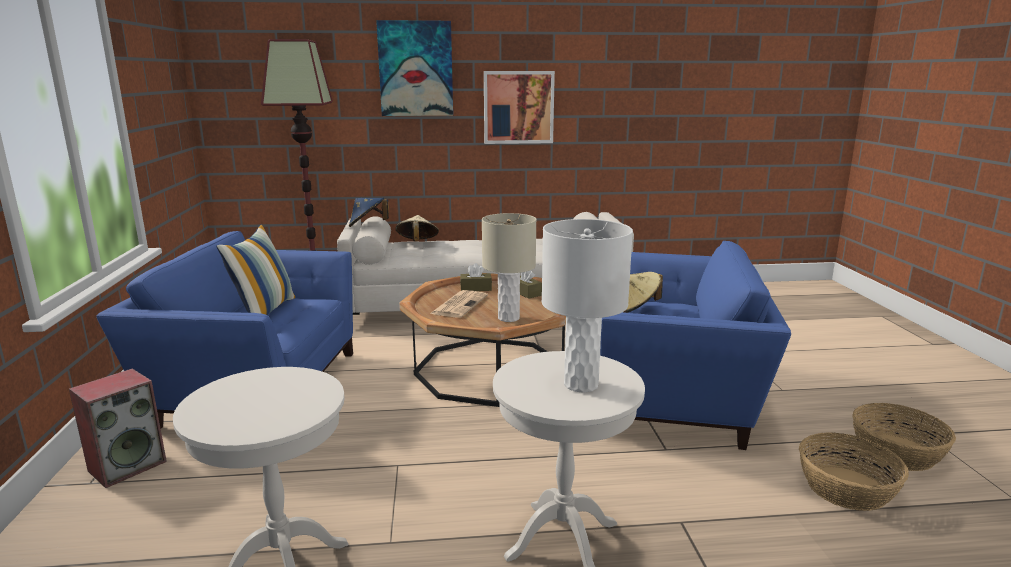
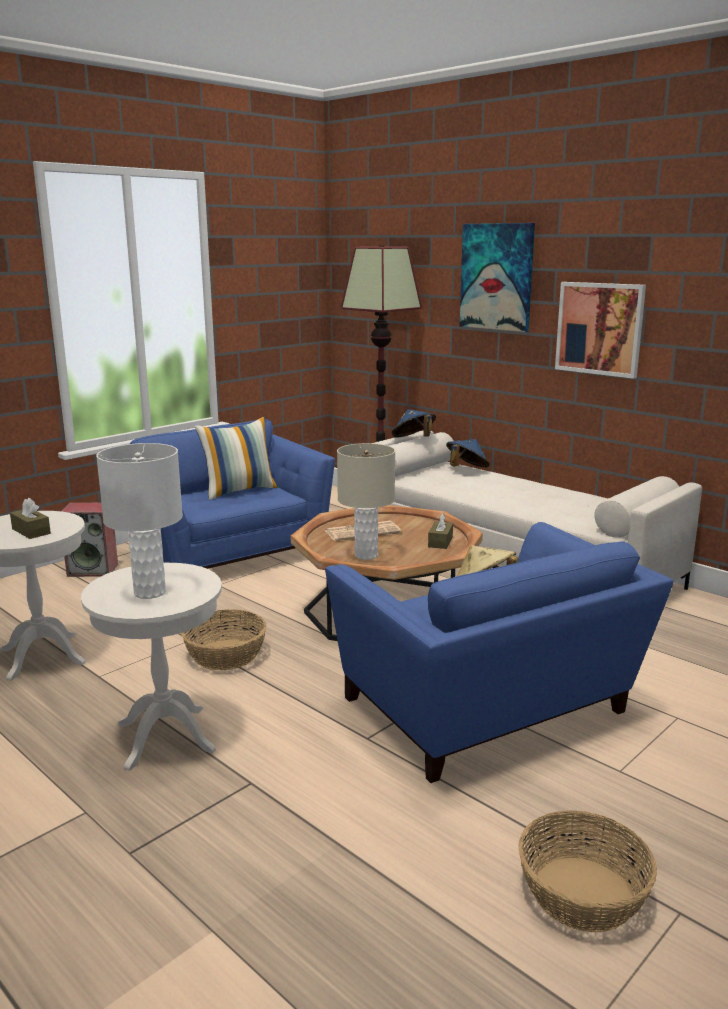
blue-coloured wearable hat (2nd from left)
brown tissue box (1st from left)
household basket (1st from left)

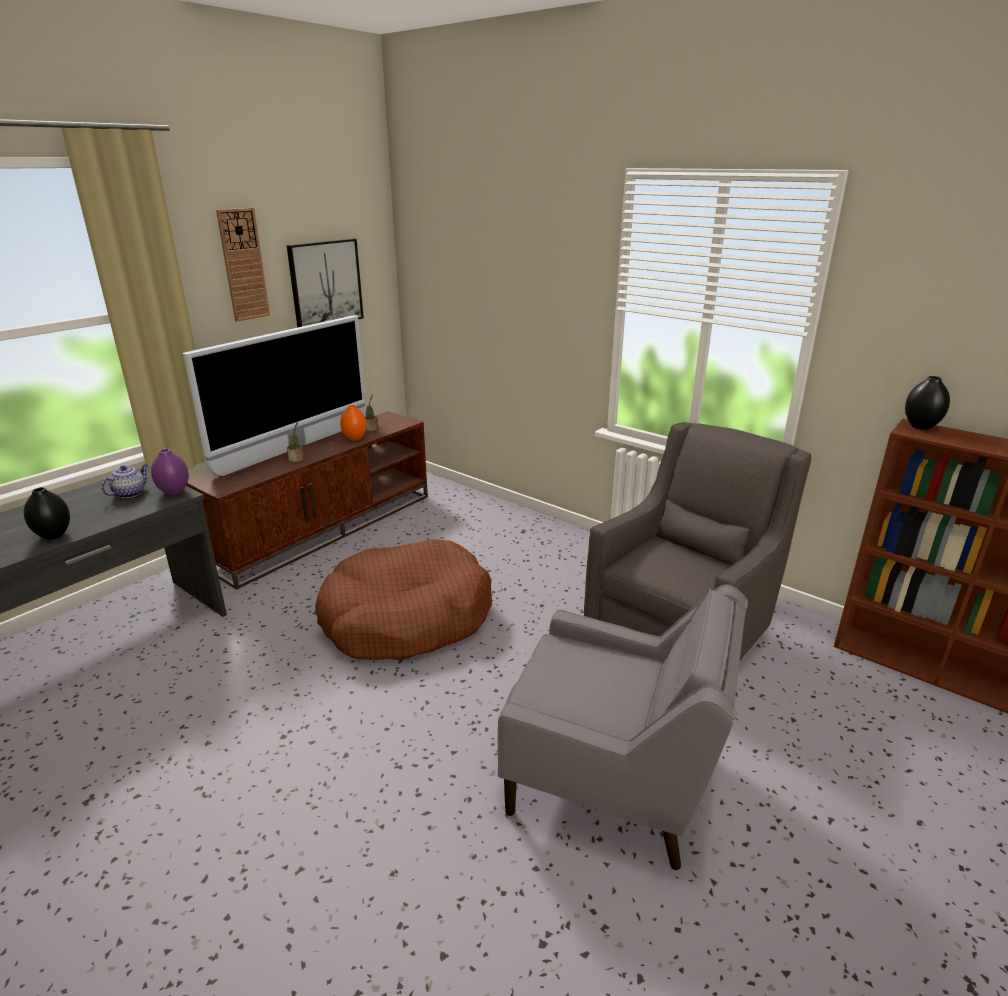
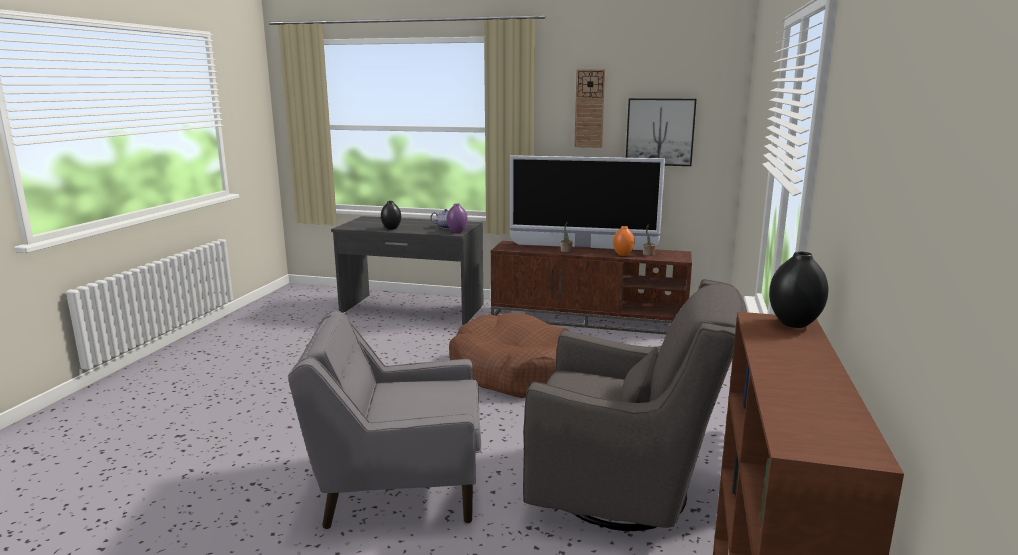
grey armchair (1st from left)

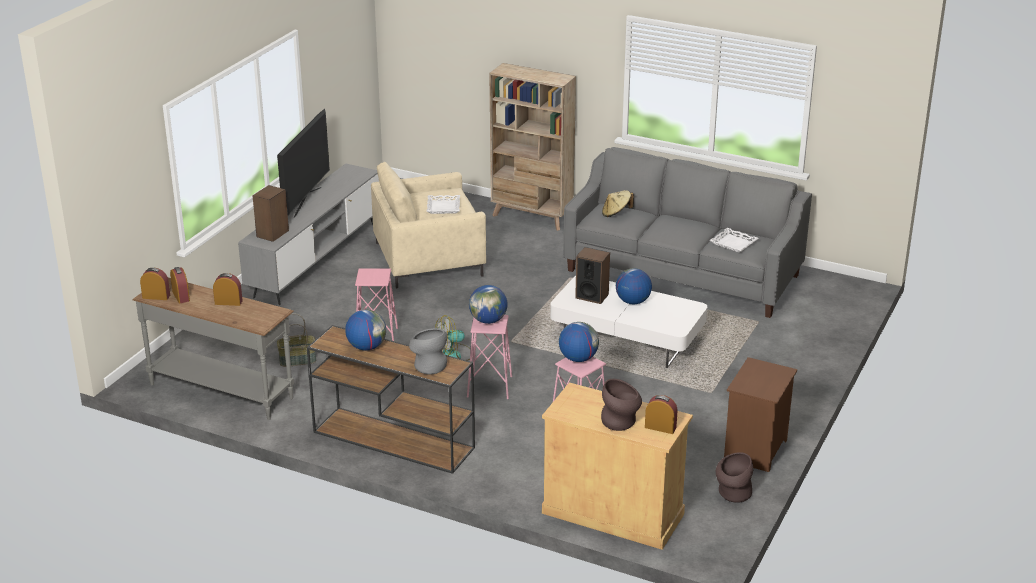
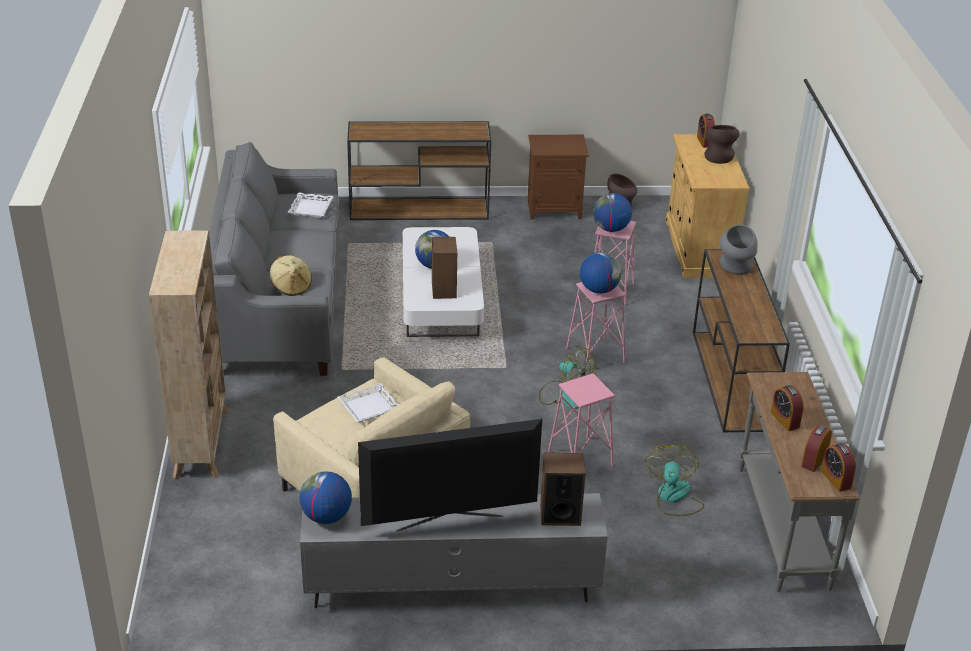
world globe (1st from left)
fan (2nd from left)
brown narrow table (1st from left)

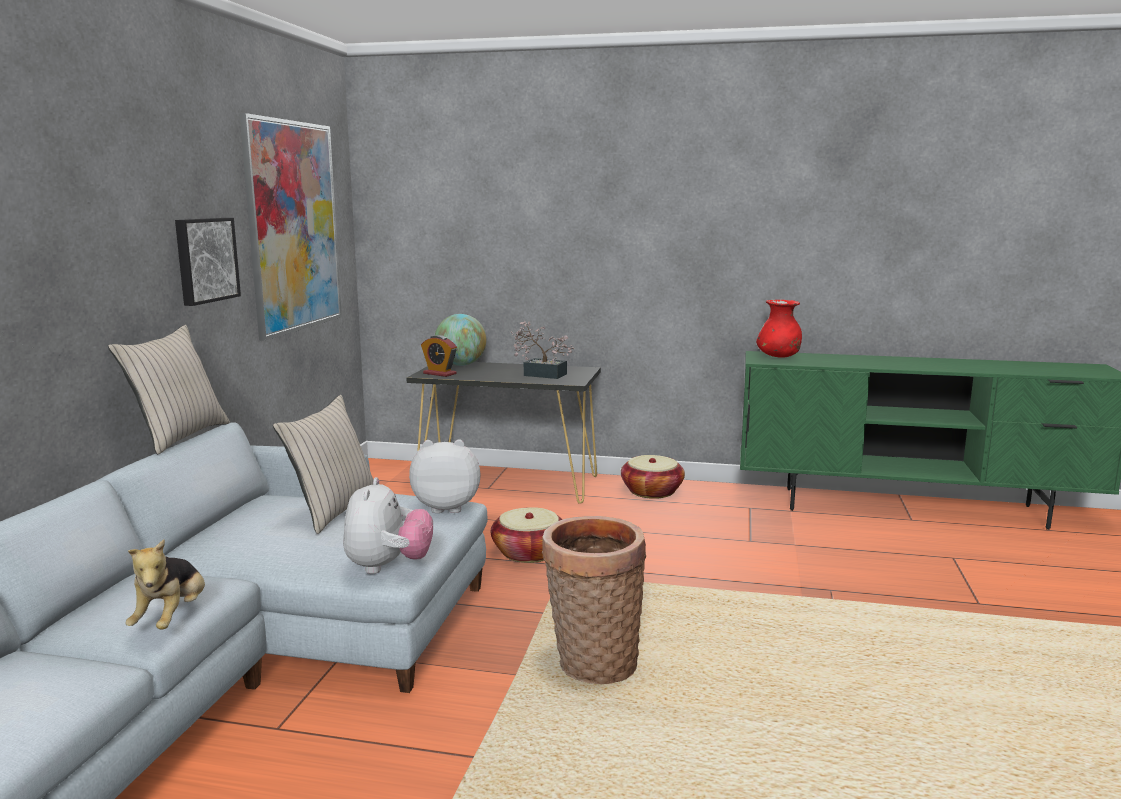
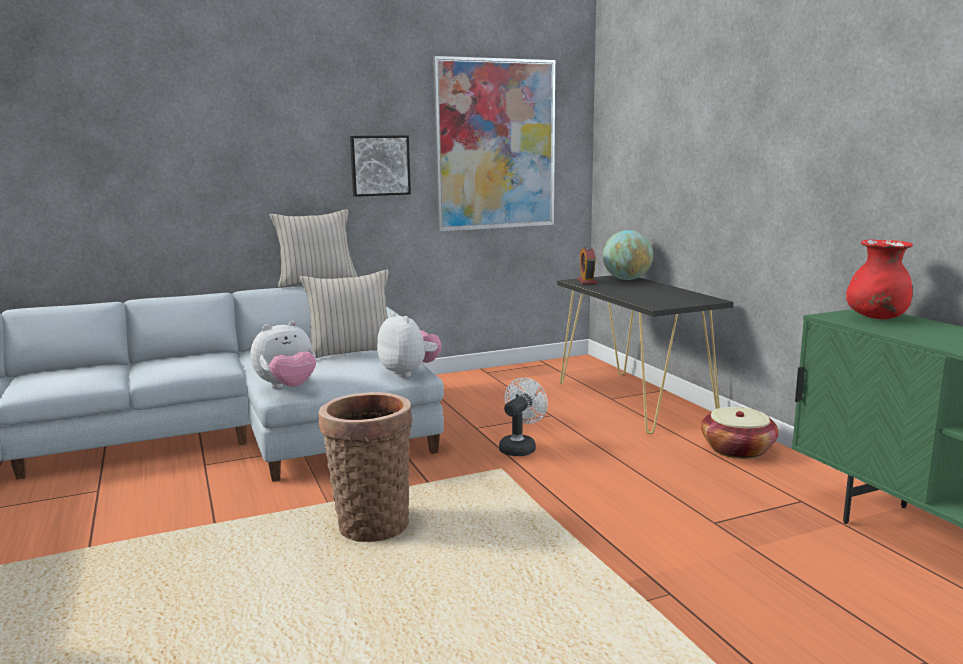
potted plant
white fan
soft toy (1st from left in the first image)

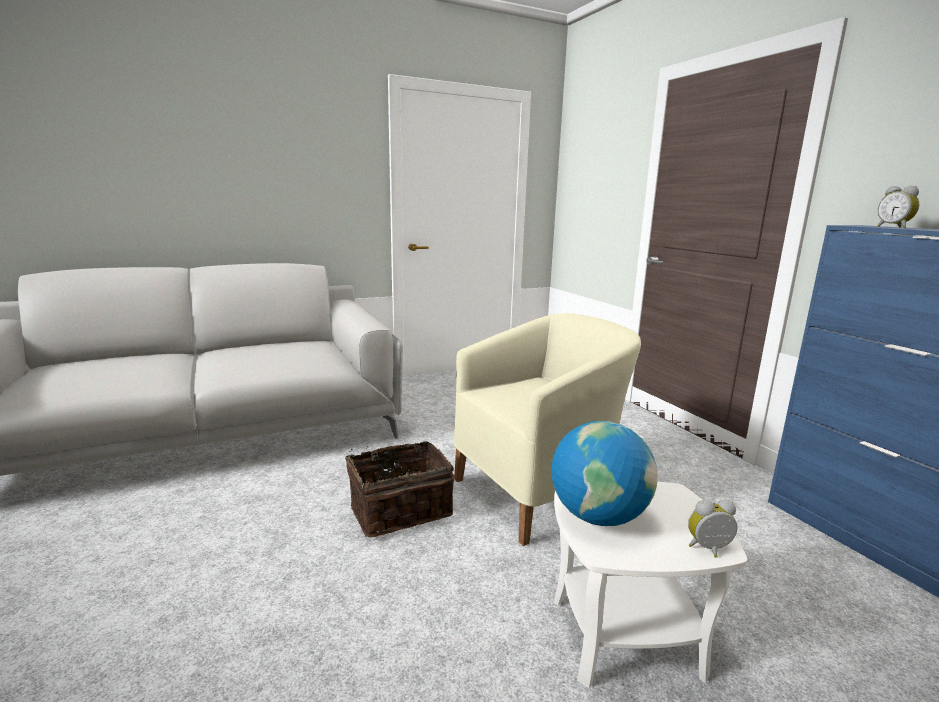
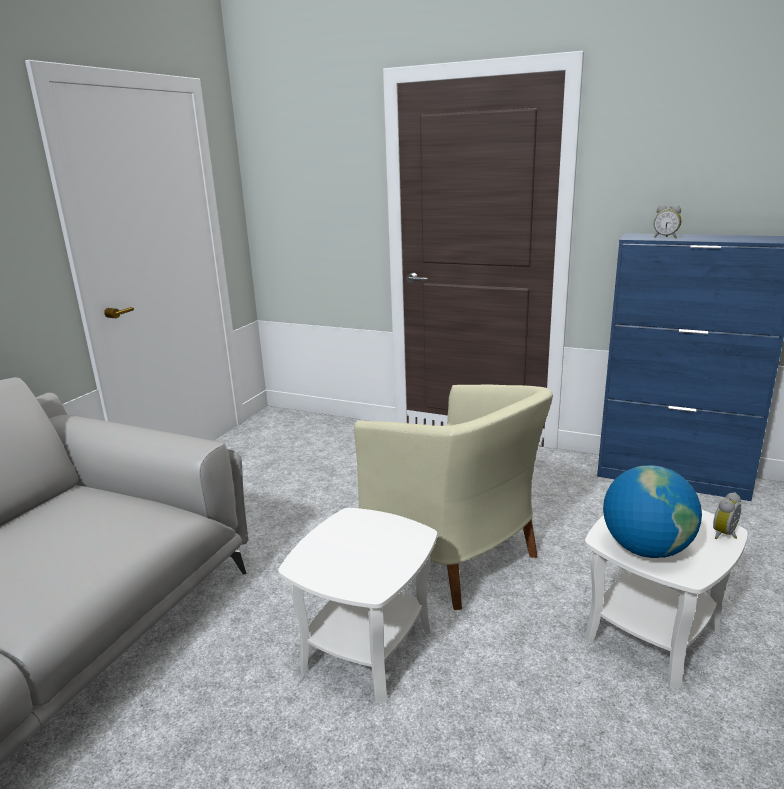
beige-coloured armchair
white accent table (1st from left)

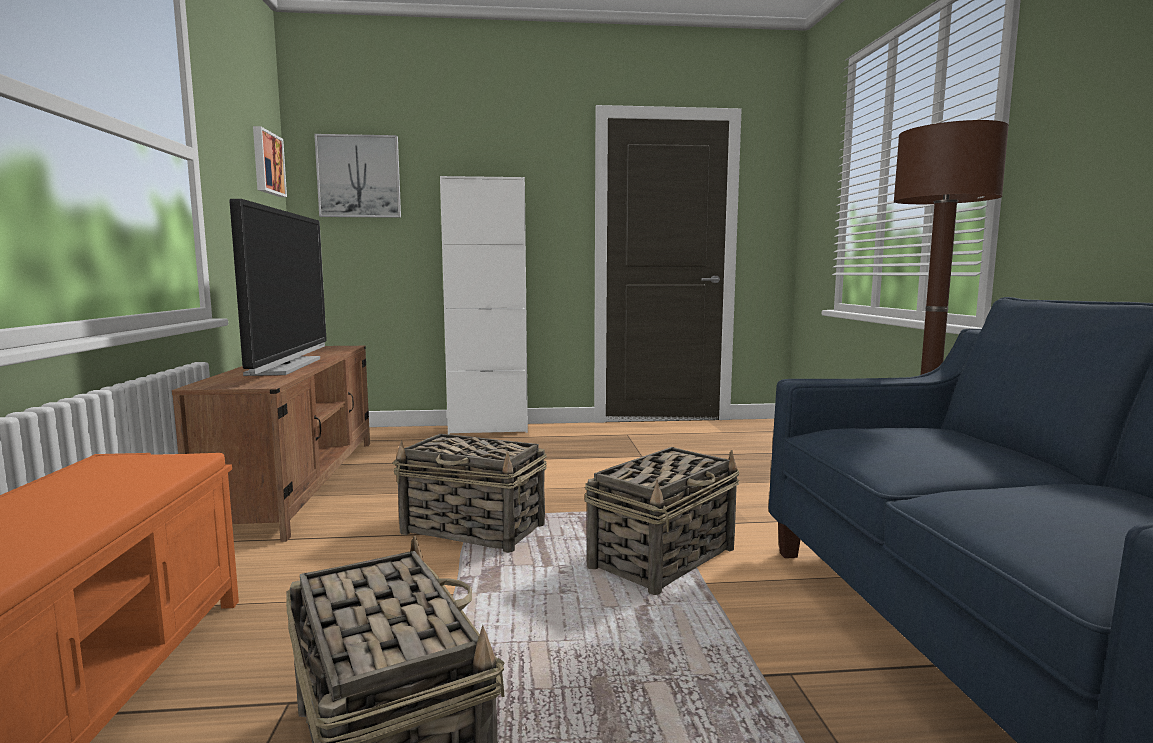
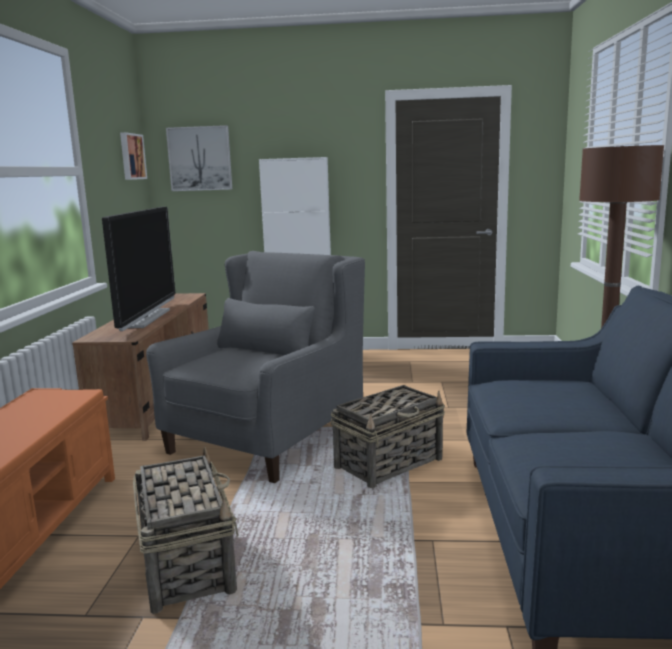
grey armchair

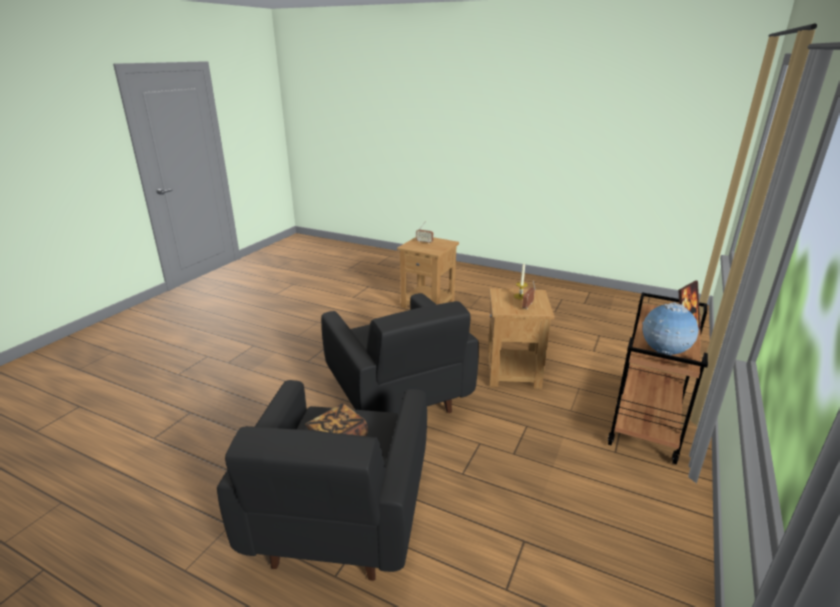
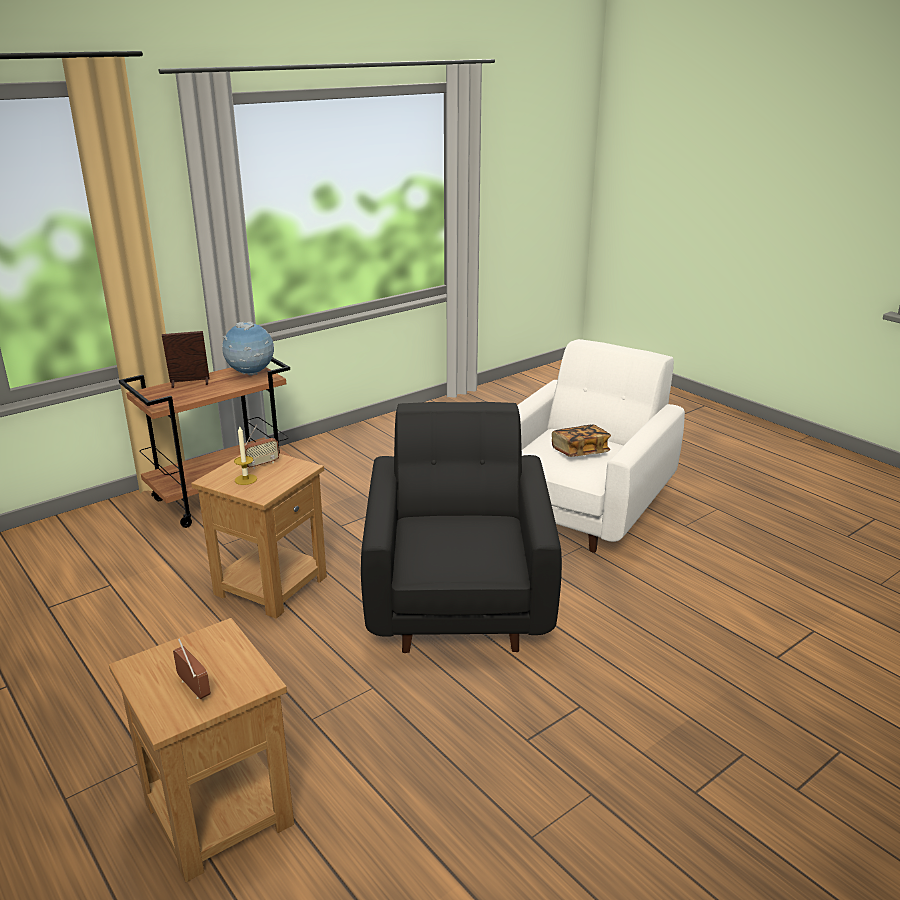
white armchair

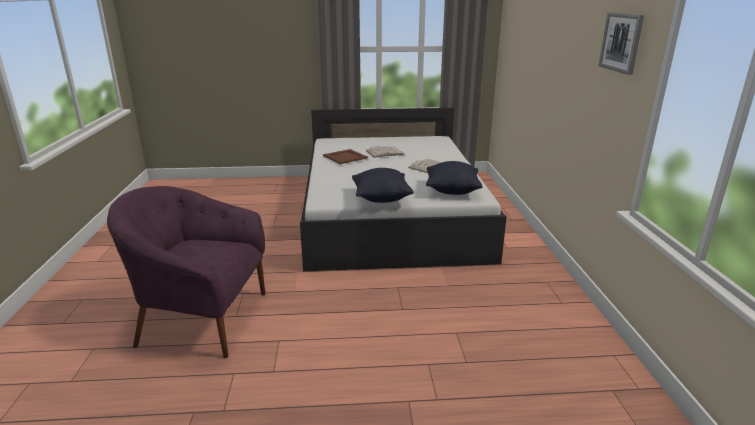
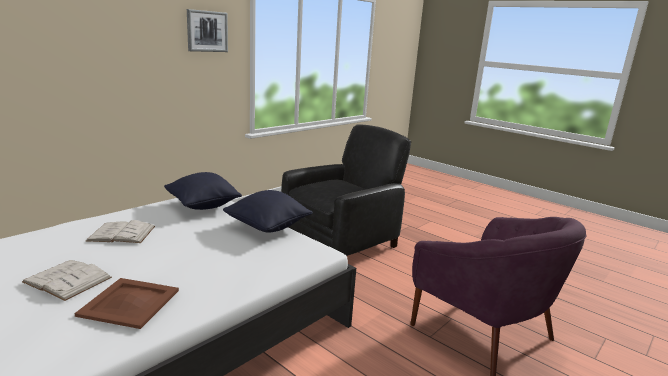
black-coloured armchair

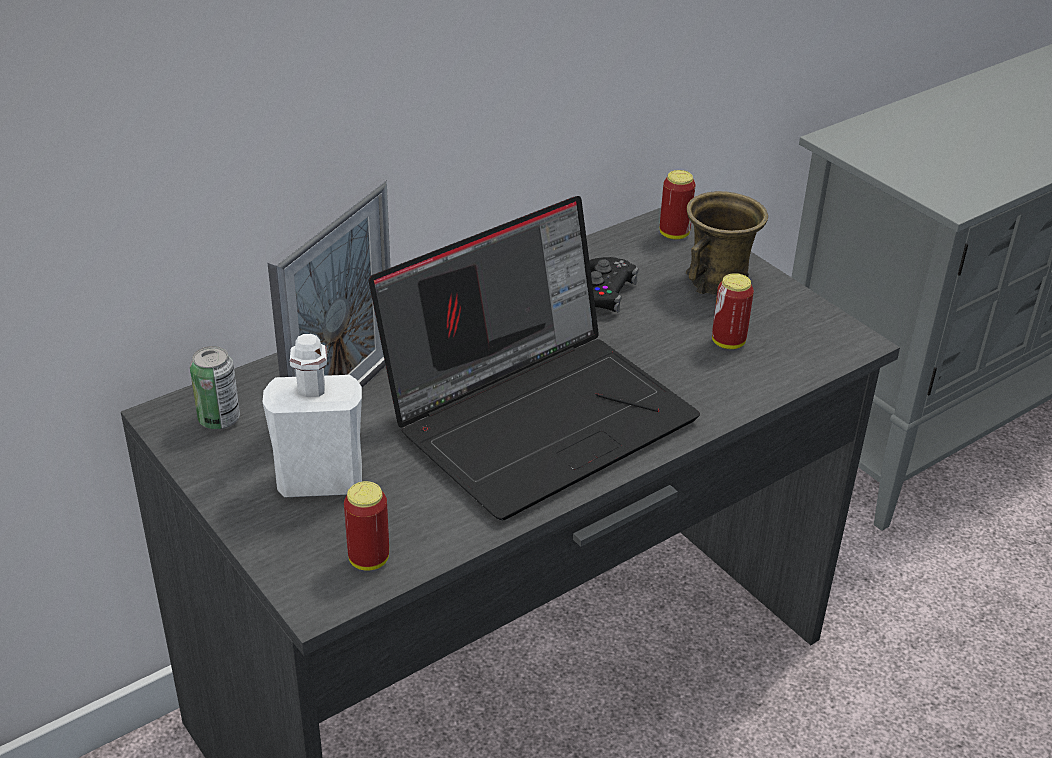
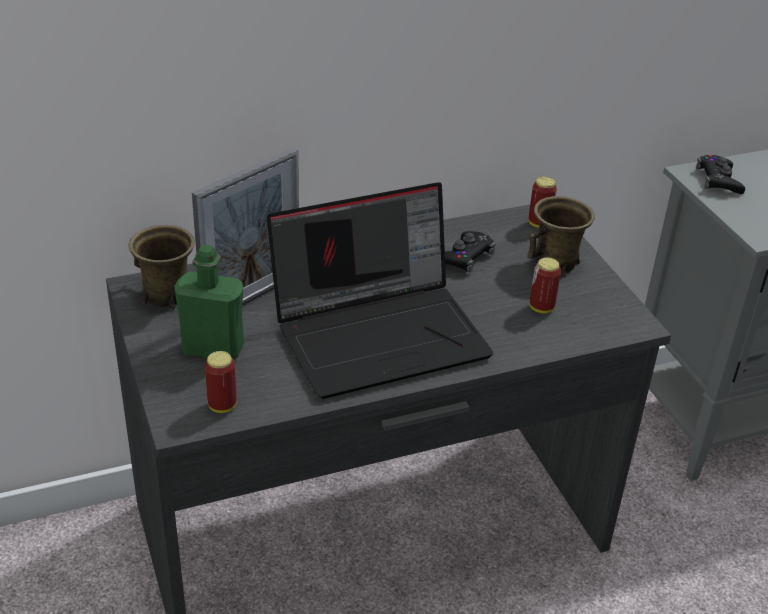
green-coloured bottle
brown tea mug (1st from left)
black-coloured gamepad (2nd from left)

